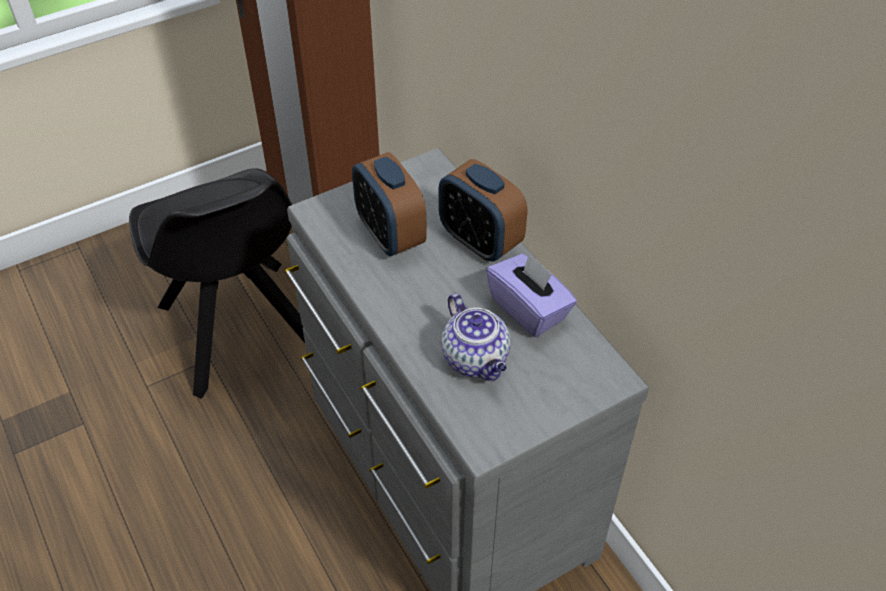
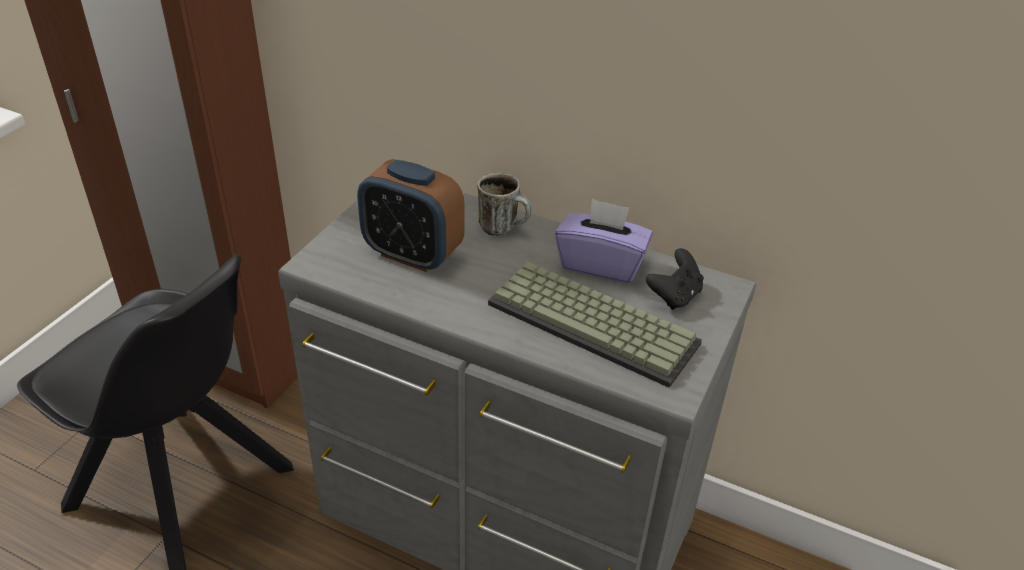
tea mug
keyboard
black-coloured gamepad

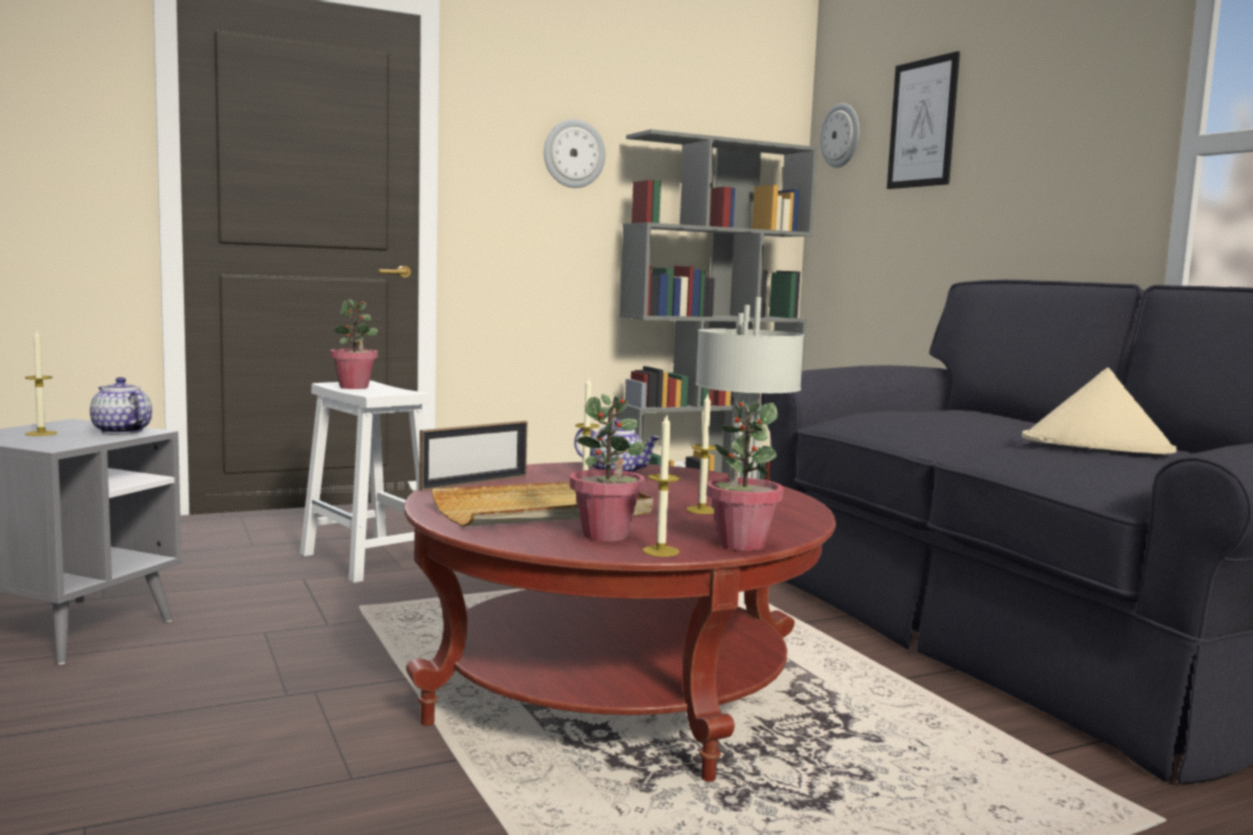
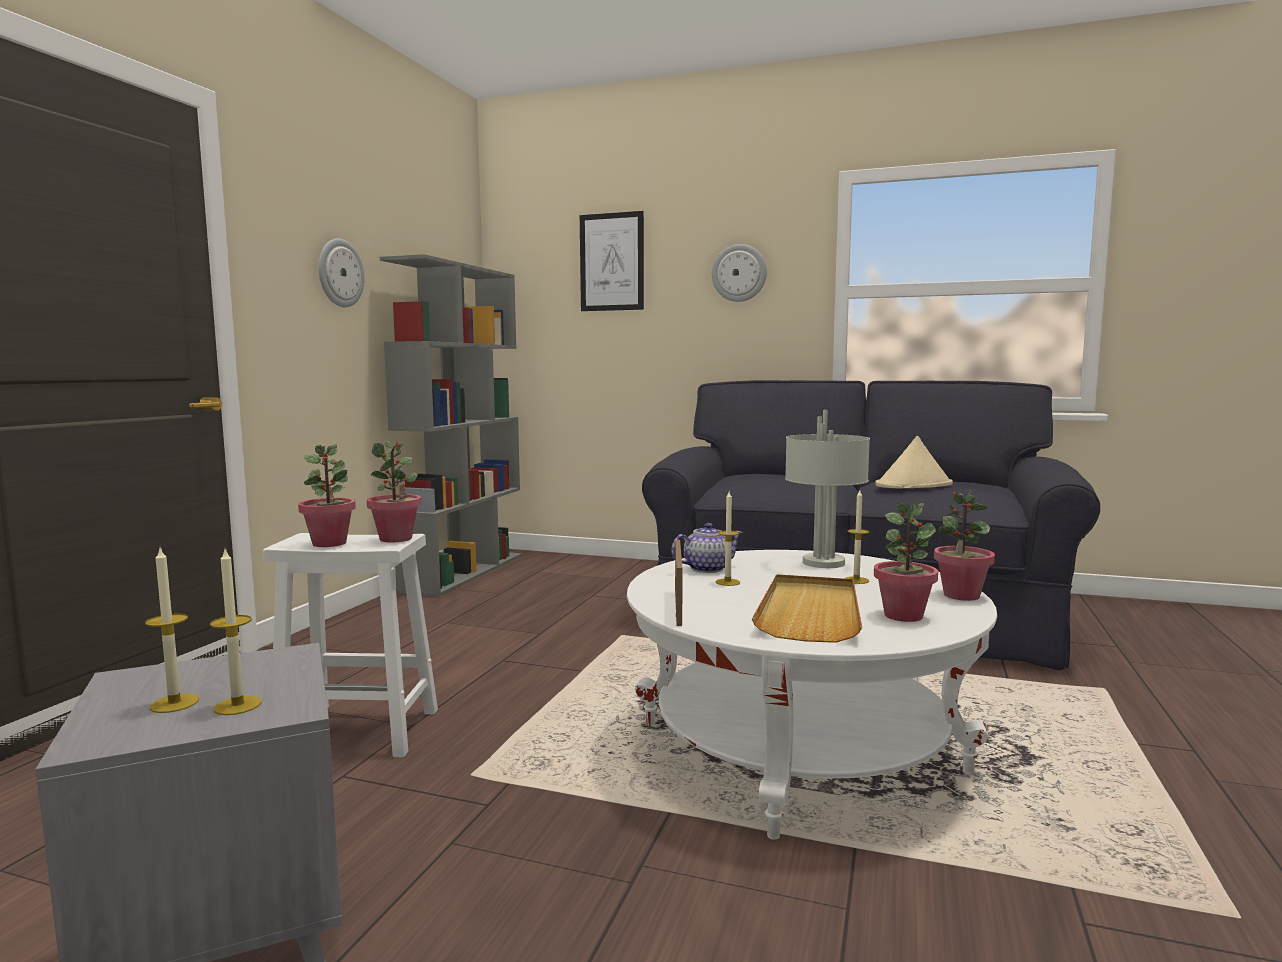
hanging clock (2nd from left)
tea pot (1st from left in the first image)
wax light (2nd from left)
white low table
potted plant (2nd from left)

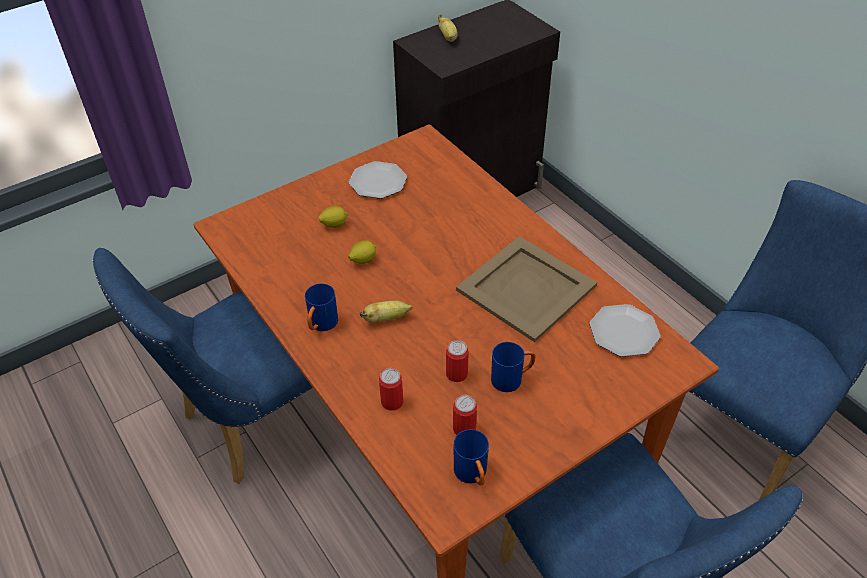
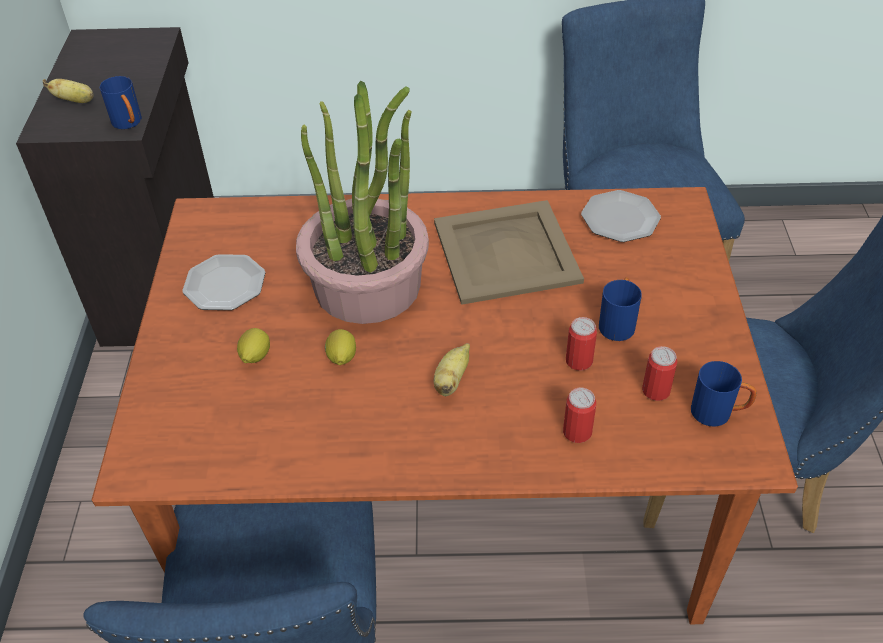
blue-coloured tea mug (1st from left)
potted plant

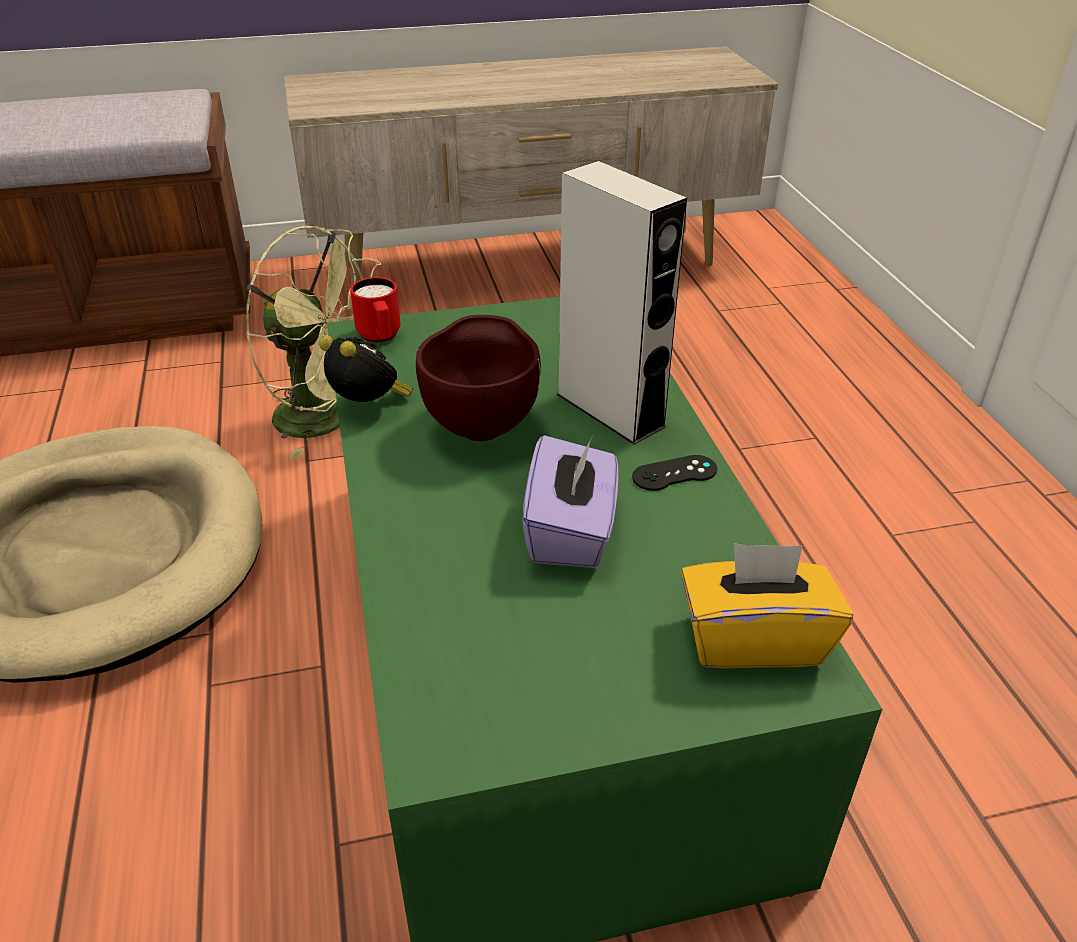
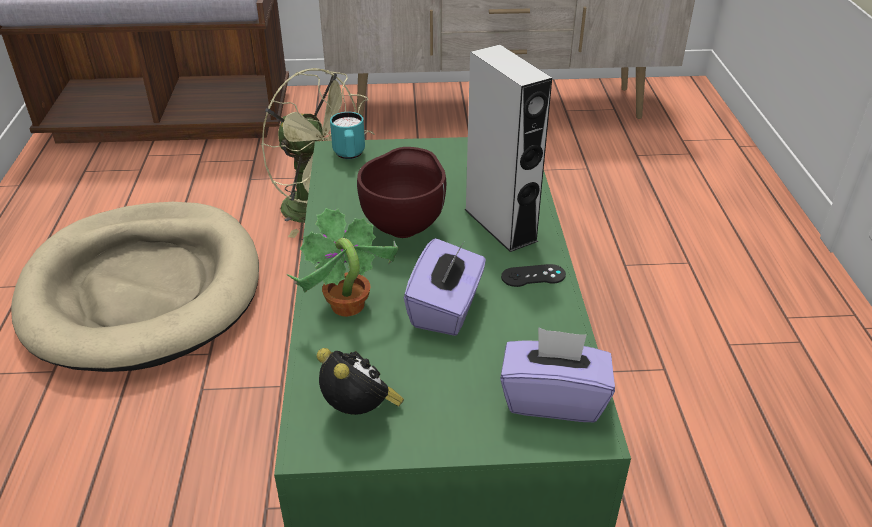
turquoise-coloured tea mug
table clock
purple-coloured tissue box (2nd from left)
potted plant

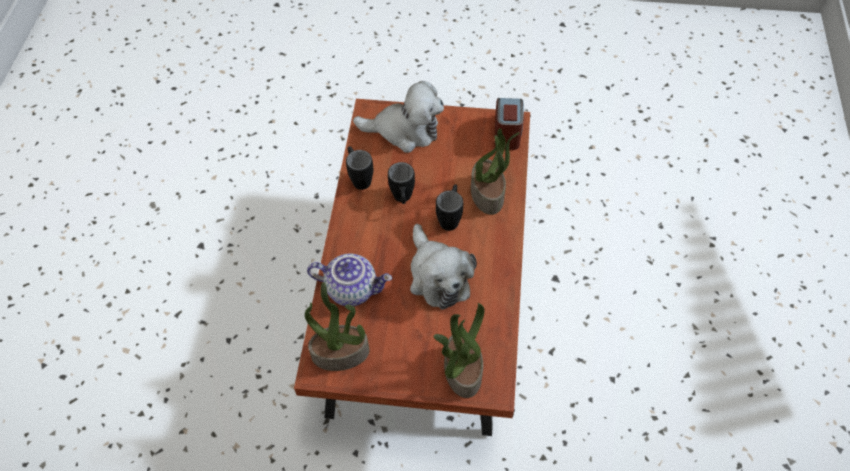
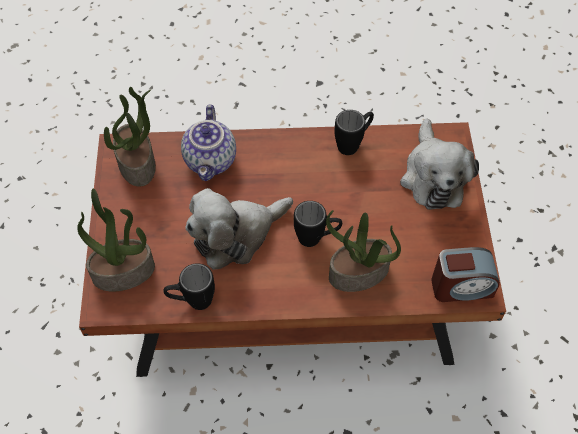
black-coloured tea mug (1st from left)

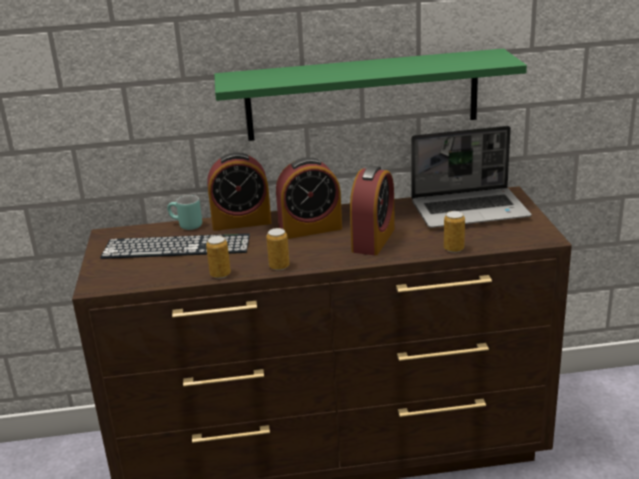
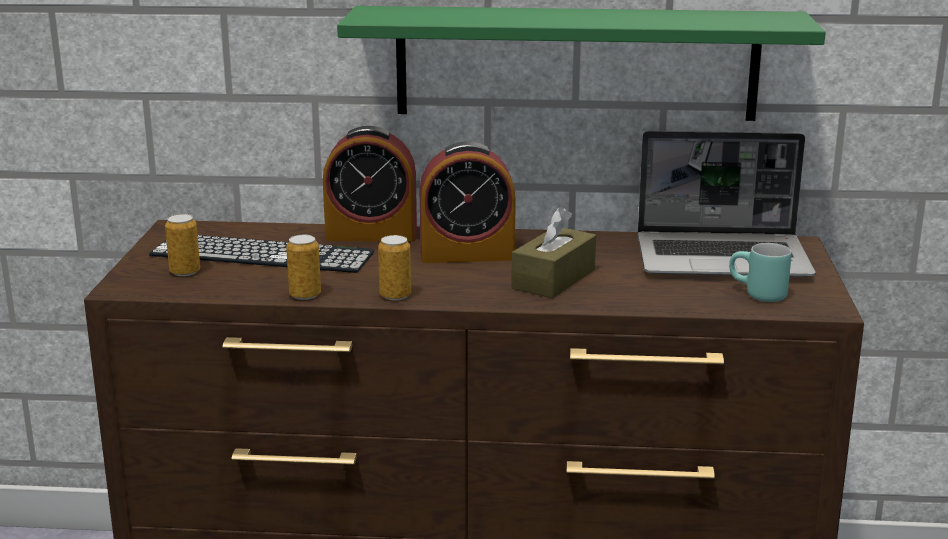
brown tissue box
turquoise-coloured tea mug
metal can (1st from left)

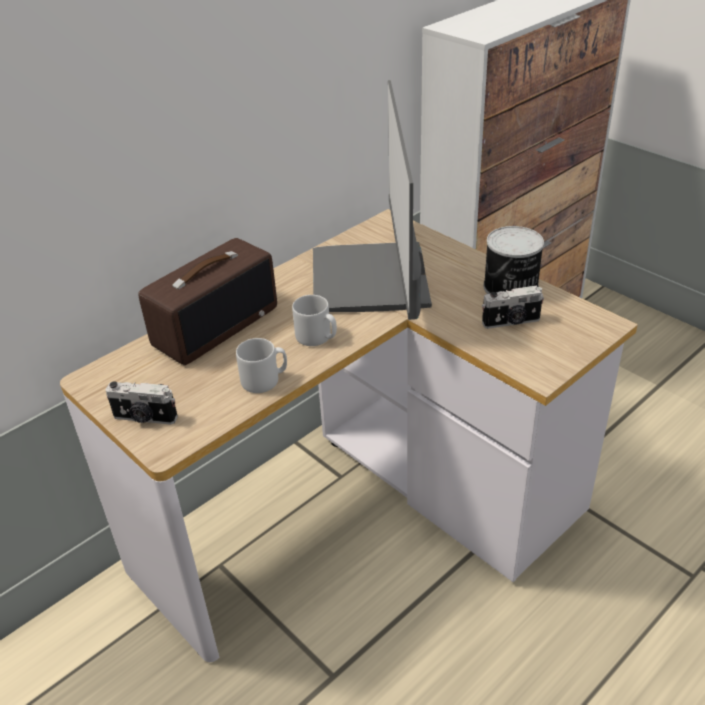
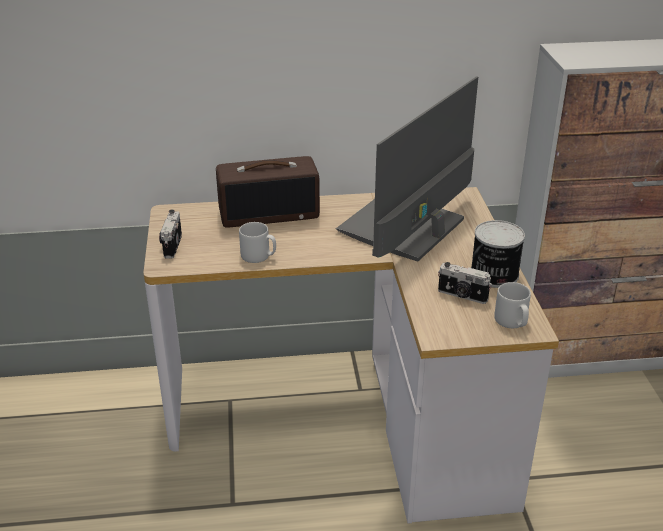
grey tea mug (2nd from left)
still camera (1st from left)

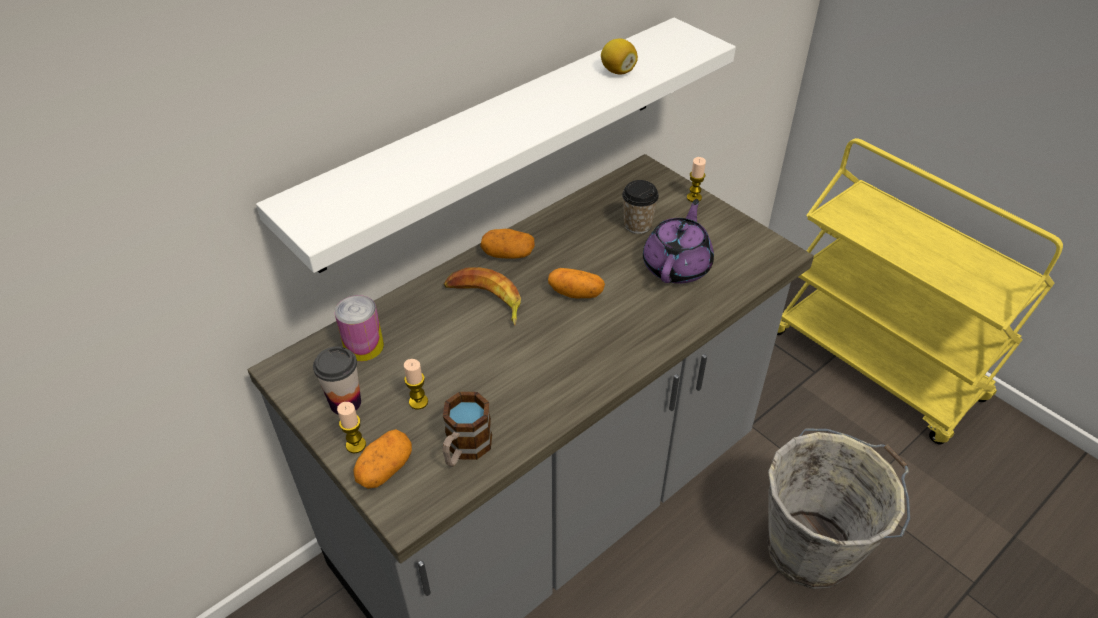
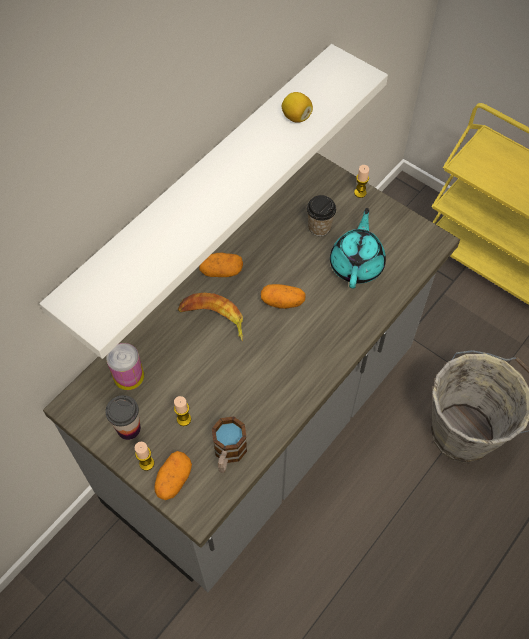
turquoise-coloured tea pot

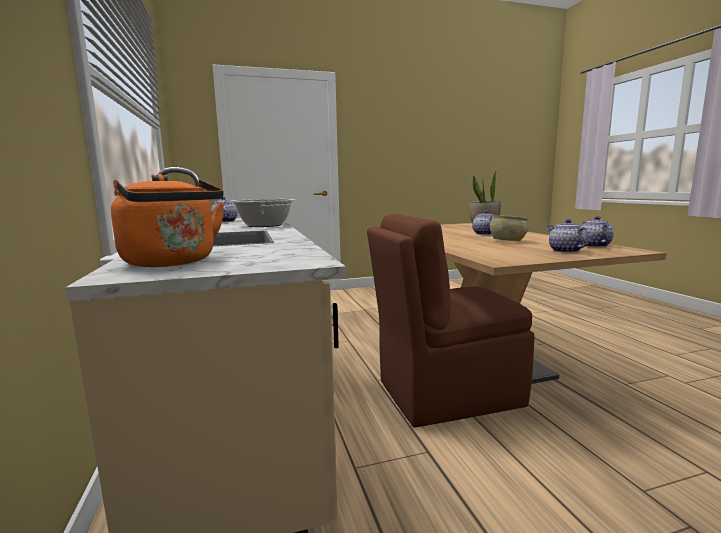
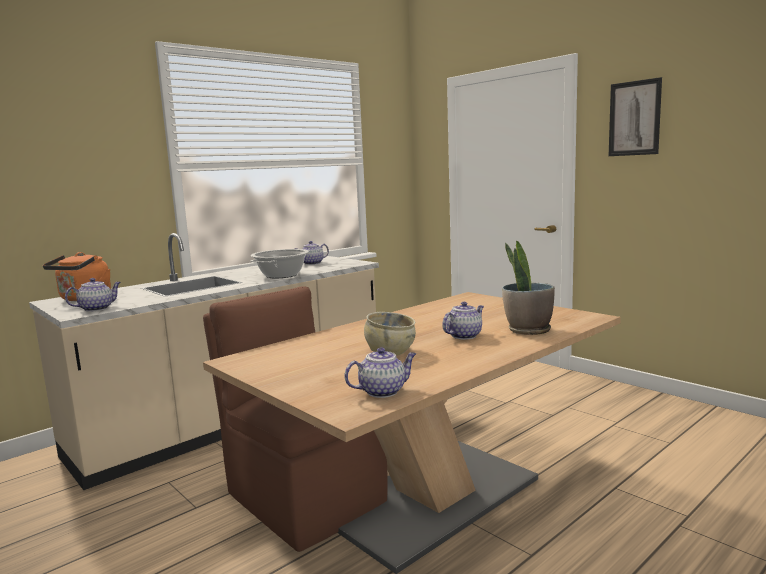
tea pot (1st from left)
picture

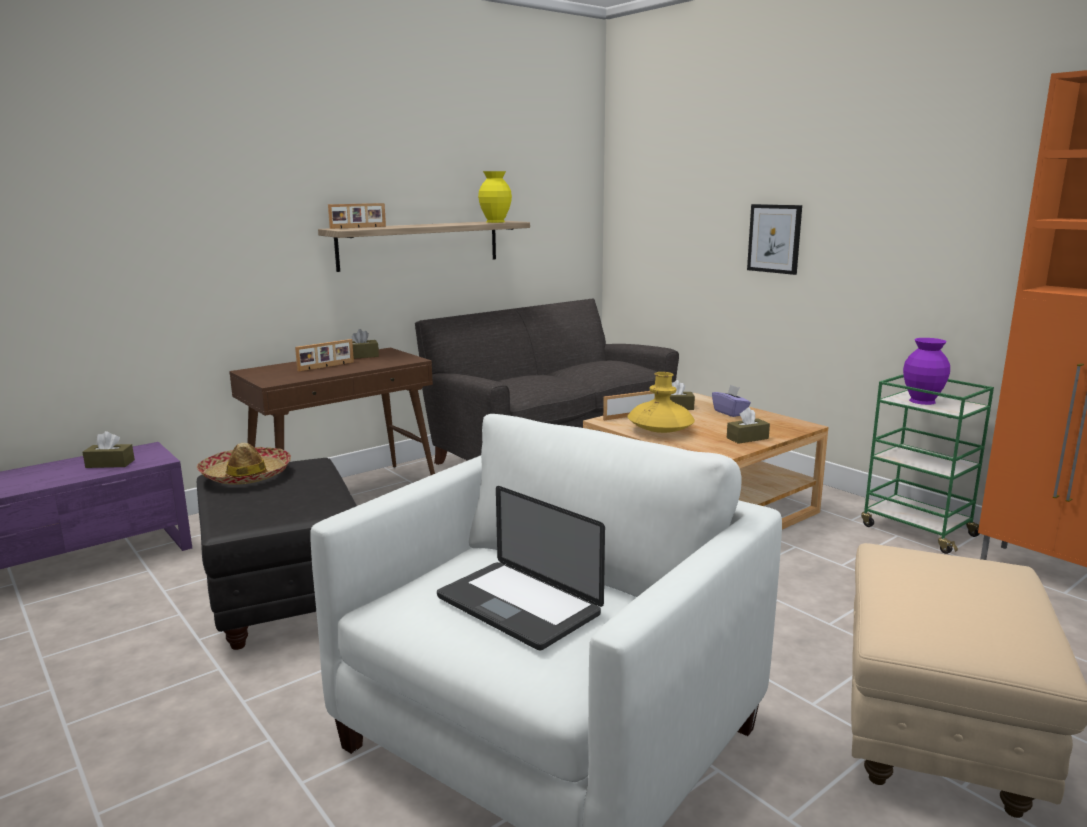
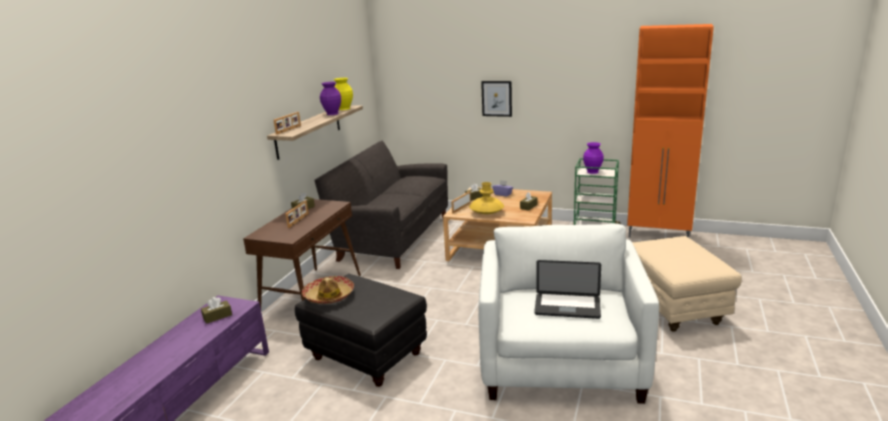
purple-coloured vase (1st from left)

